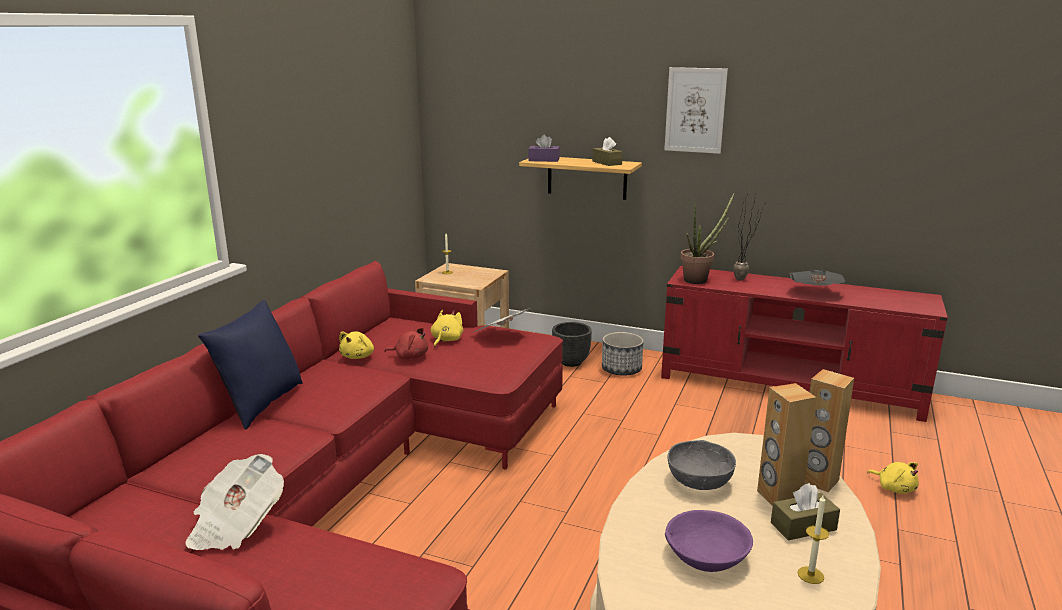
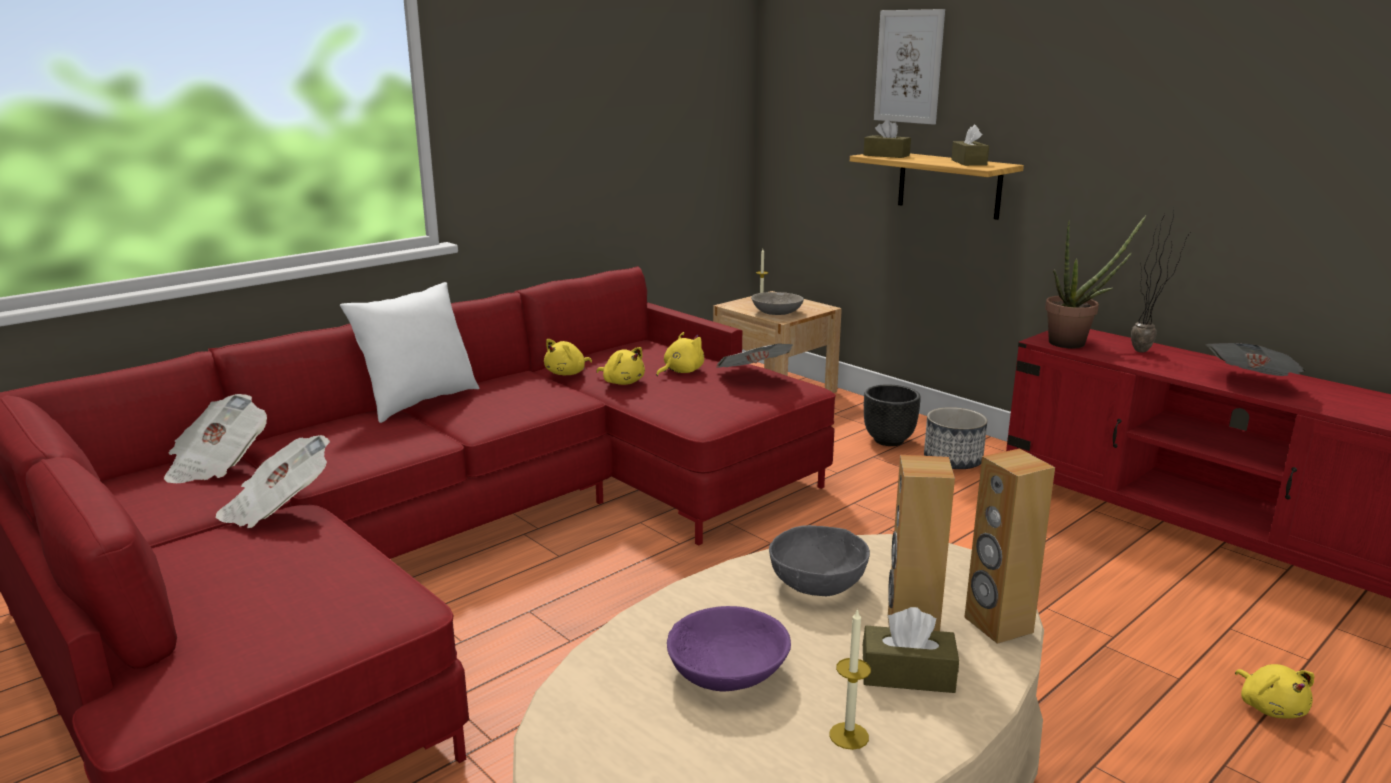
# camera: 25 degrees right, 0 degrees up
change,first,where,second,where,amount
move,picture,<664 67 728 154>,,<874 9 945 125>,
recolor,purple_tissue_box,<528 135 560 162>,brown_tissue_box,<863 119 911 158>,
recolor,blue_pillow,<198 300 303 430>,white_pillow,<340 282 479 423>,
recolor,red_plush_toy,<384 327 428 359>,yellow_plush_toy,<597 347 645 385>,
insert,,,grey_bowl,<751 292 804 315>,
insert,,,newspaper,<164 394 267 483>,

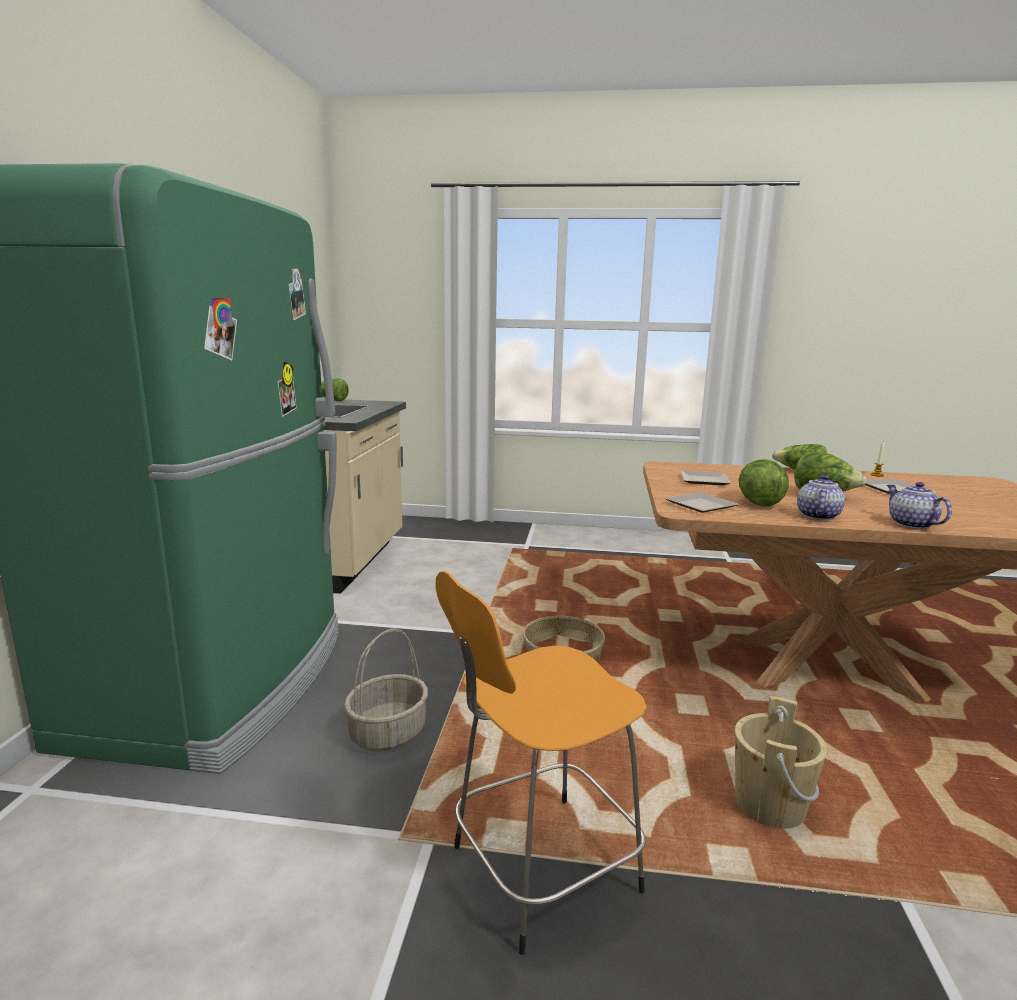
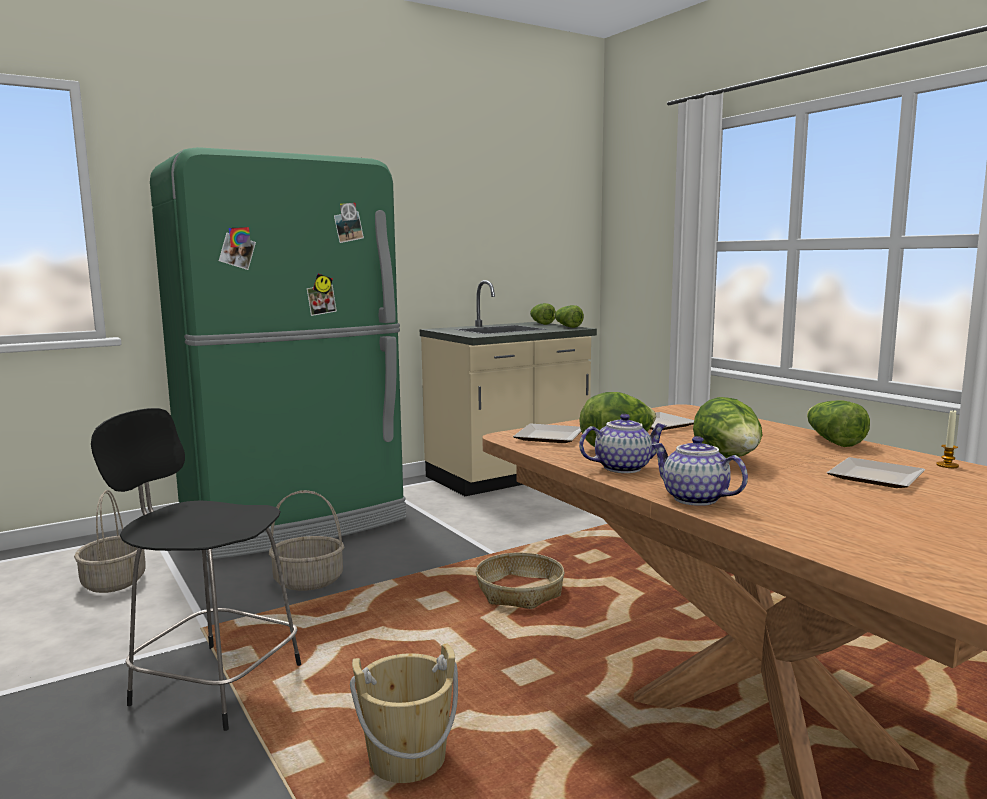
# camera: 50 degrees right, 5 degrees down
change,first,where,second,where,amount
rotate,teapot,<887 482 952 529>,,<651 436 748 506>,75 degrees counterclockwise
recolor,orange_stool,<435 571 647 955>,black_stool,<91 408 301 731>,
insert,,,lettuce,<554 305 584 328>,
insert,,,basket,<74 490 146 593>,

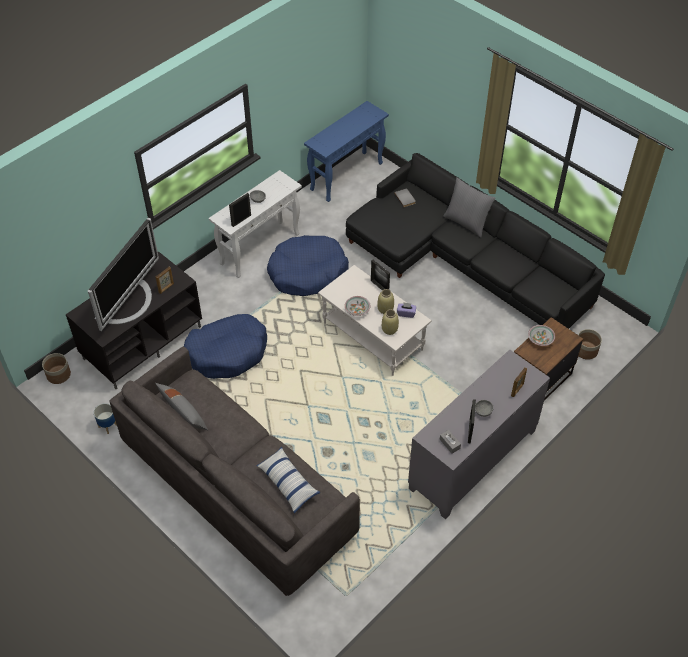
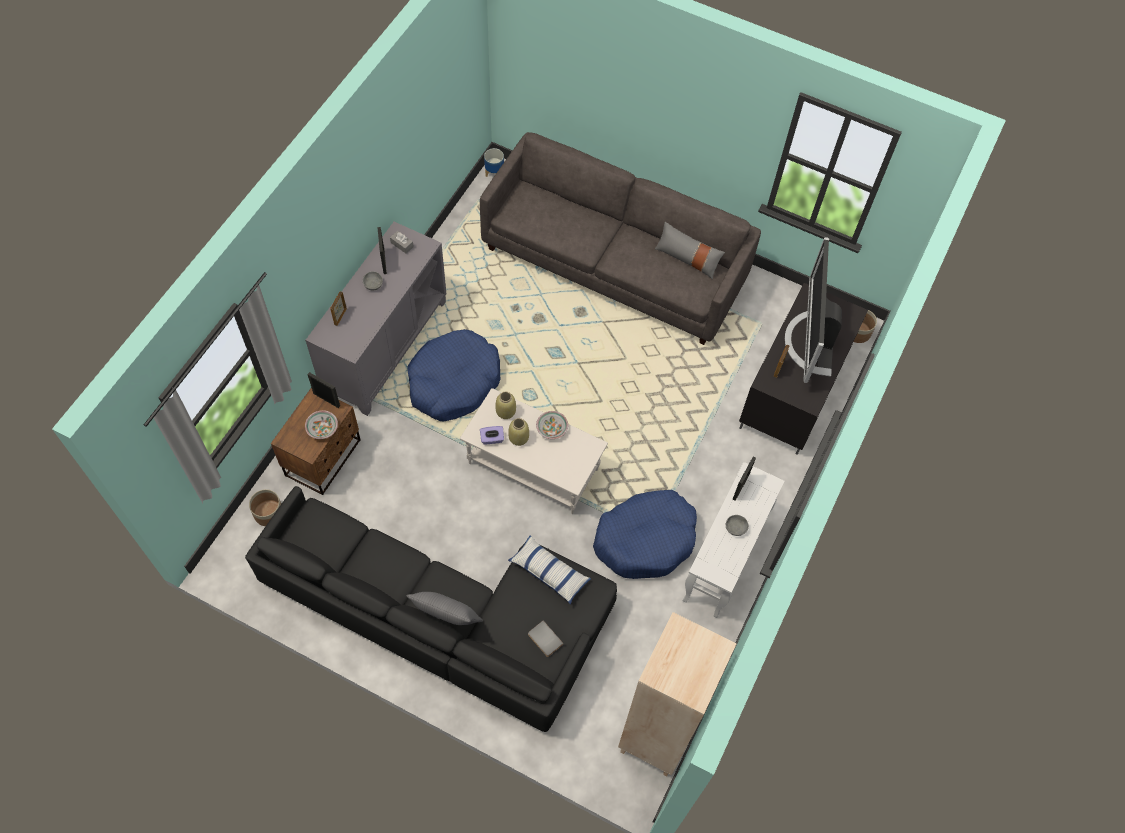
# camera: 160 degrees right, 10 degrees up
change,first,where,second,where,amount
replace,blue_console_table,<304 101 389 202>,beige_bookcase,<618 612 736 777>,
move,picture_frame,<371 260 390 291>,,<307 372 340 408>,
move,blue_dog_bed,<184 314 267 379>,,<407 329 500 421>,
move,planter,<94 403 117 434>,,<484 148 504 177>,
move,pillow,<257 446 320 513>,,<508 536 591 604>,

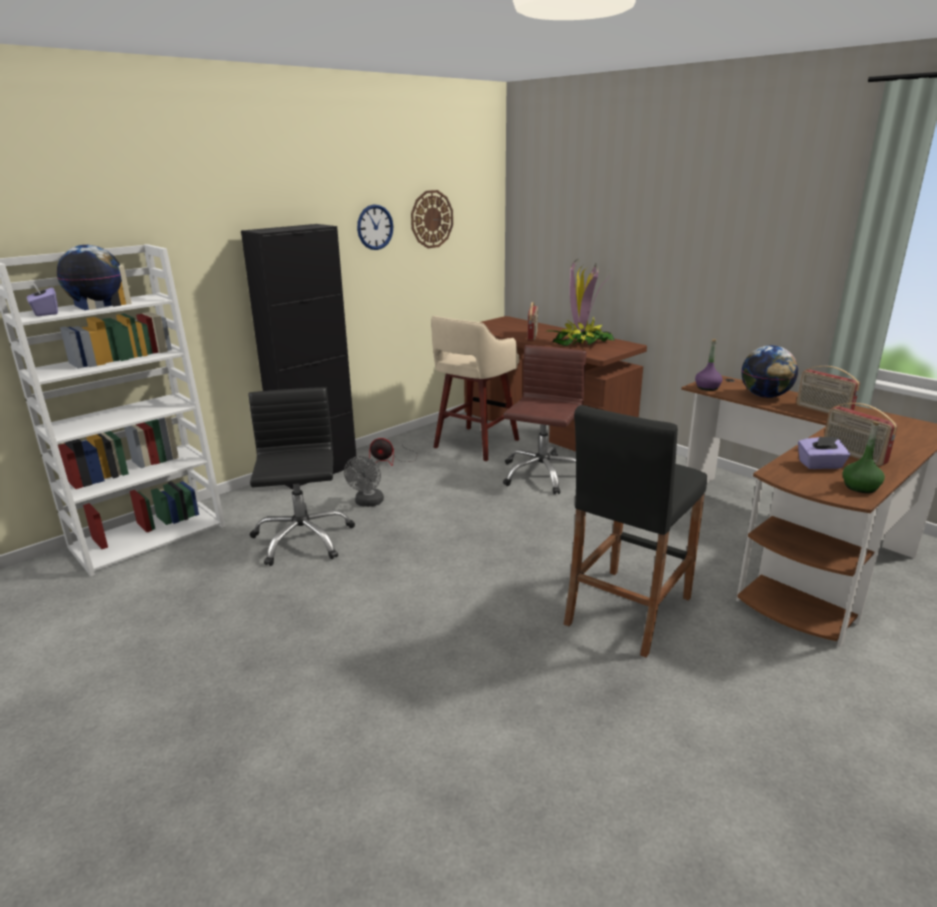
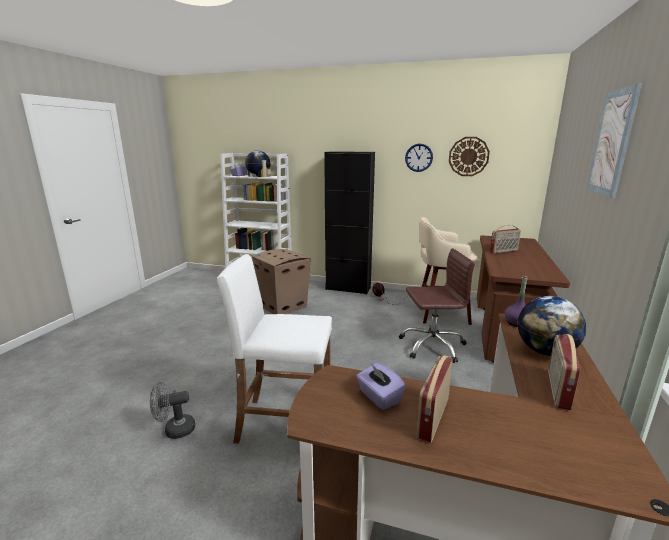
# camera: 60 degrees right, 5 degrees down
change,first,where,second,where,amount
delete,potted_plant,<546 261 615 346>,,,
replace,black_office_chair,<248 387 355 566>,cardboard_box,<252 249 311 314>,
recolor,black_stool,<564 405 707 657>,white_stool,<217 254 332 444>,
delete,green_bottle,<843 421 885 493>,,,
move,grey_fan,<344 456 384 507>,,<150 382 195 439>,
insert,,,picture,<586 83 642 198>,

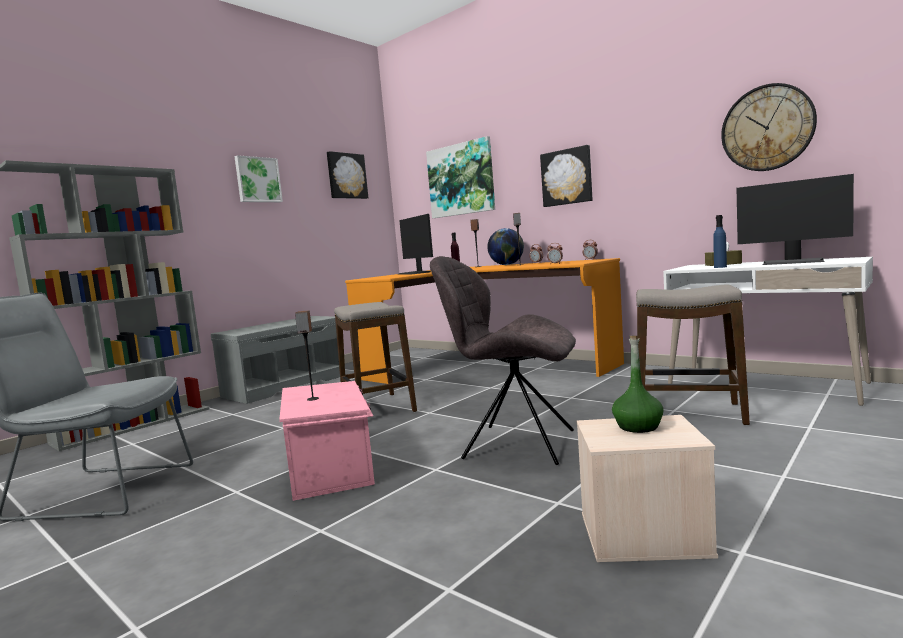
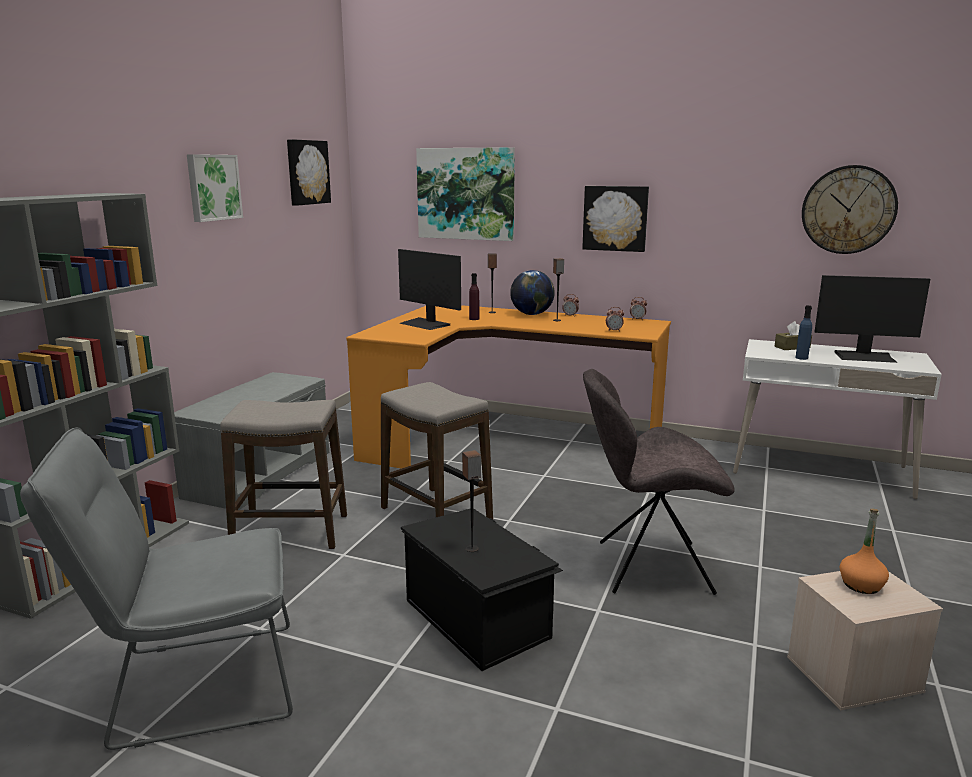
# camera: 20 degrees left, 10 degrees up
change,first,where,second,where,amount
move,stool,<636 284 750 426>,,<220 400 347 549>,
recolor,green_bottle,<612 336 663 433>,orange_bottle,<840 509 889 594>,
recolor,pink_storage_box,<279 381 375 501>,black_storage_box,<401 508 563 671>,

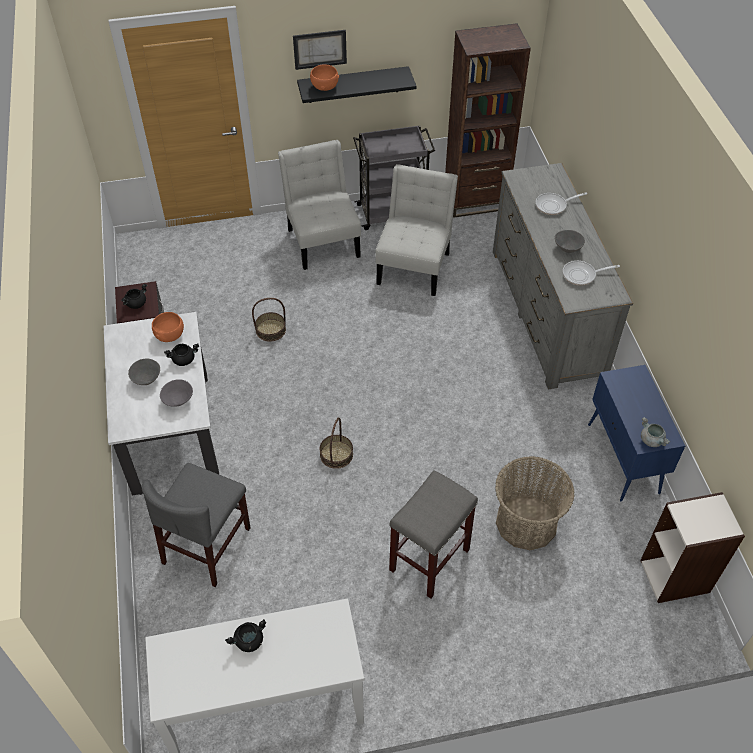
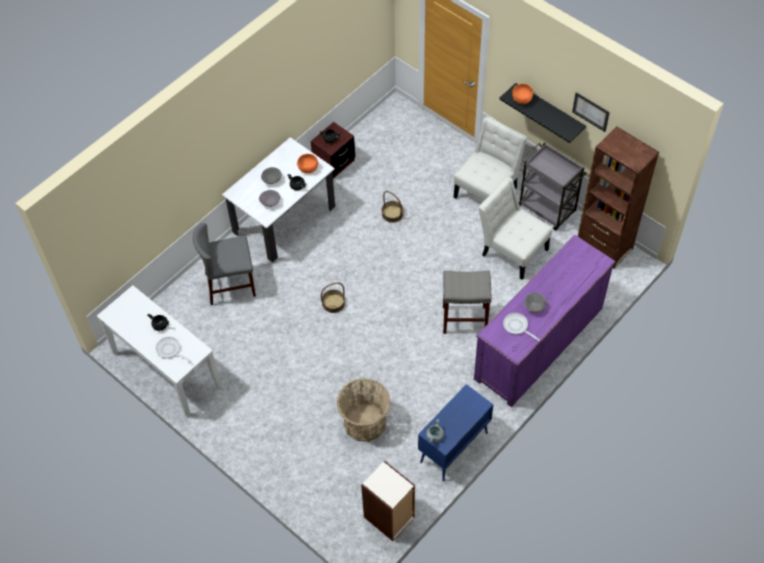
# camera: 55 degrees right, 5 degrees up
change,first,where,second,where,amount
move,picture,<293 30 347 70>,,<572 92 610 132>,
recolor,grey_dresser,<493 163 633 390>,purple_dresser,<474 235 616 407>,
rotate,white_chair,<375 164 458 296>,,<478 177 552 280>,120 degrees counterclockwise
move,frying_pan,<535 192 587 215>,,<156 337 191 362>,
move,grey_stool,<389 470 478 599>,,<443 271 491 334>,

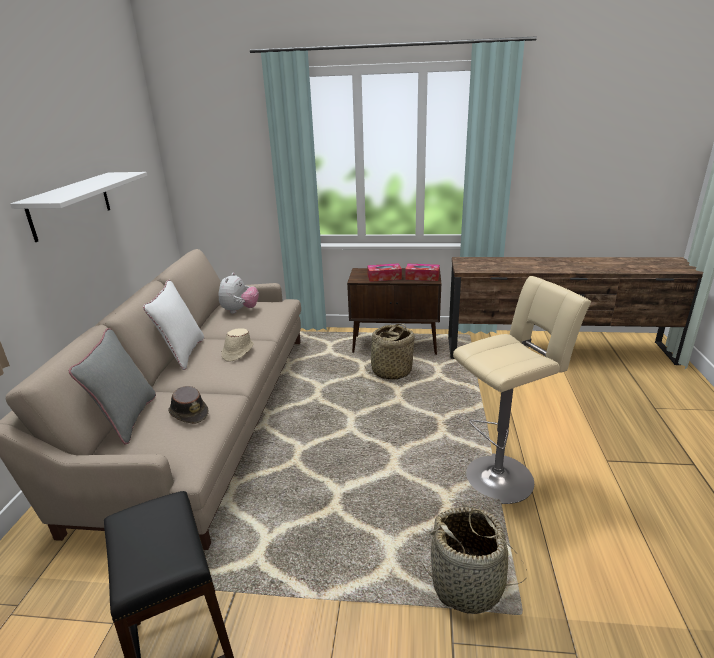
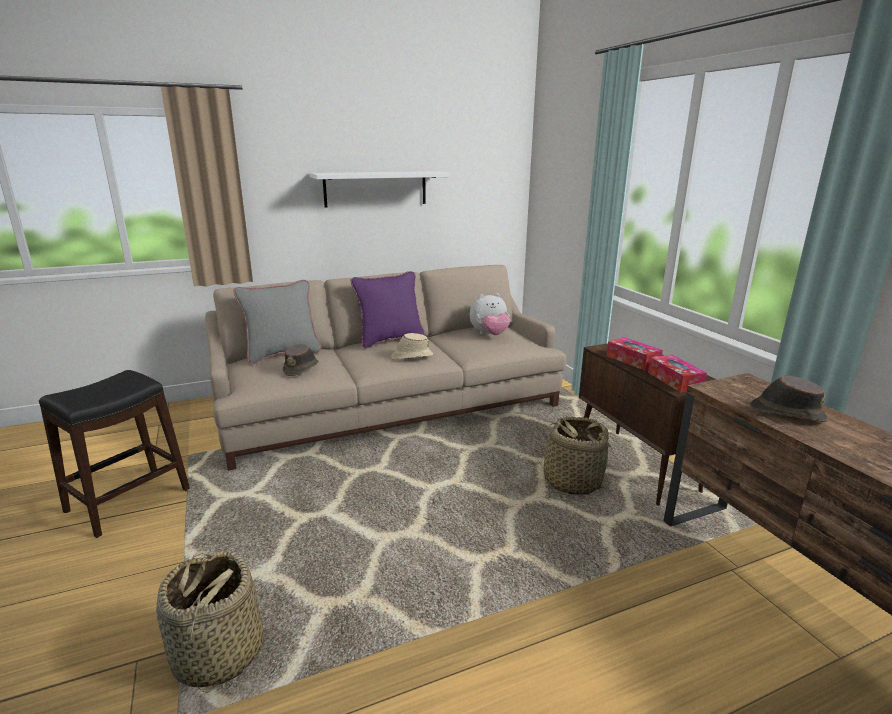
# camera: 60 degrees right, 5 degrees down
change,first,where,second,where,amount
delete,beige_stool,<453 276 591 504>,,,
recolor,white_pillow,<143 280 204 370>,purple_pillow,<351 271 425 349>,
insert,,,brown_hat,<750 376 828 422>,

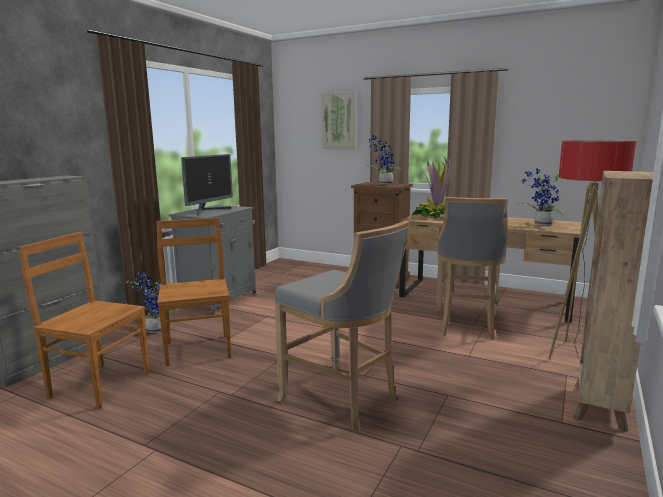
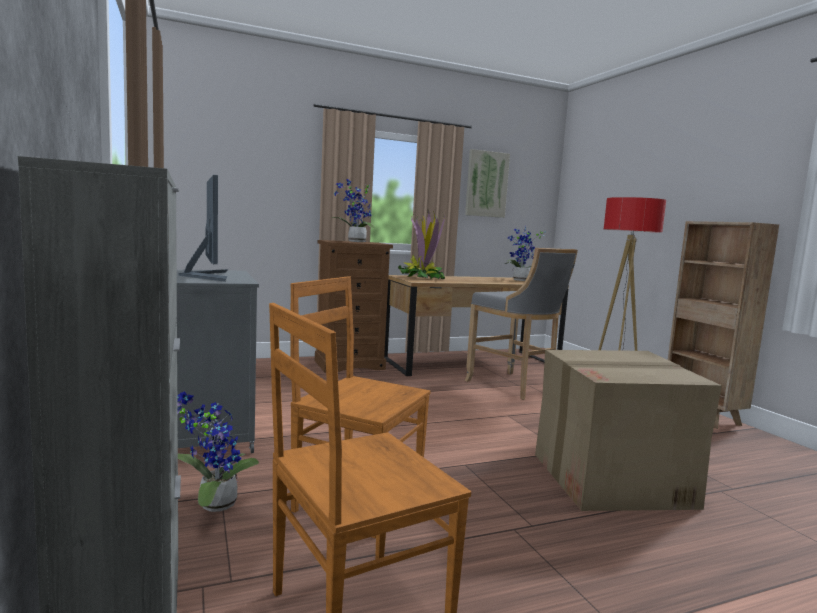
# camera: 50 degrees left, 5 degrees down
change,first,where,second,where,amount
move,picture,<322 92 357 149>,,<465 149 510 218>,
replace,grey_stool,<274 221 410 433>,cardboard_box,<535 350 722 511>,

